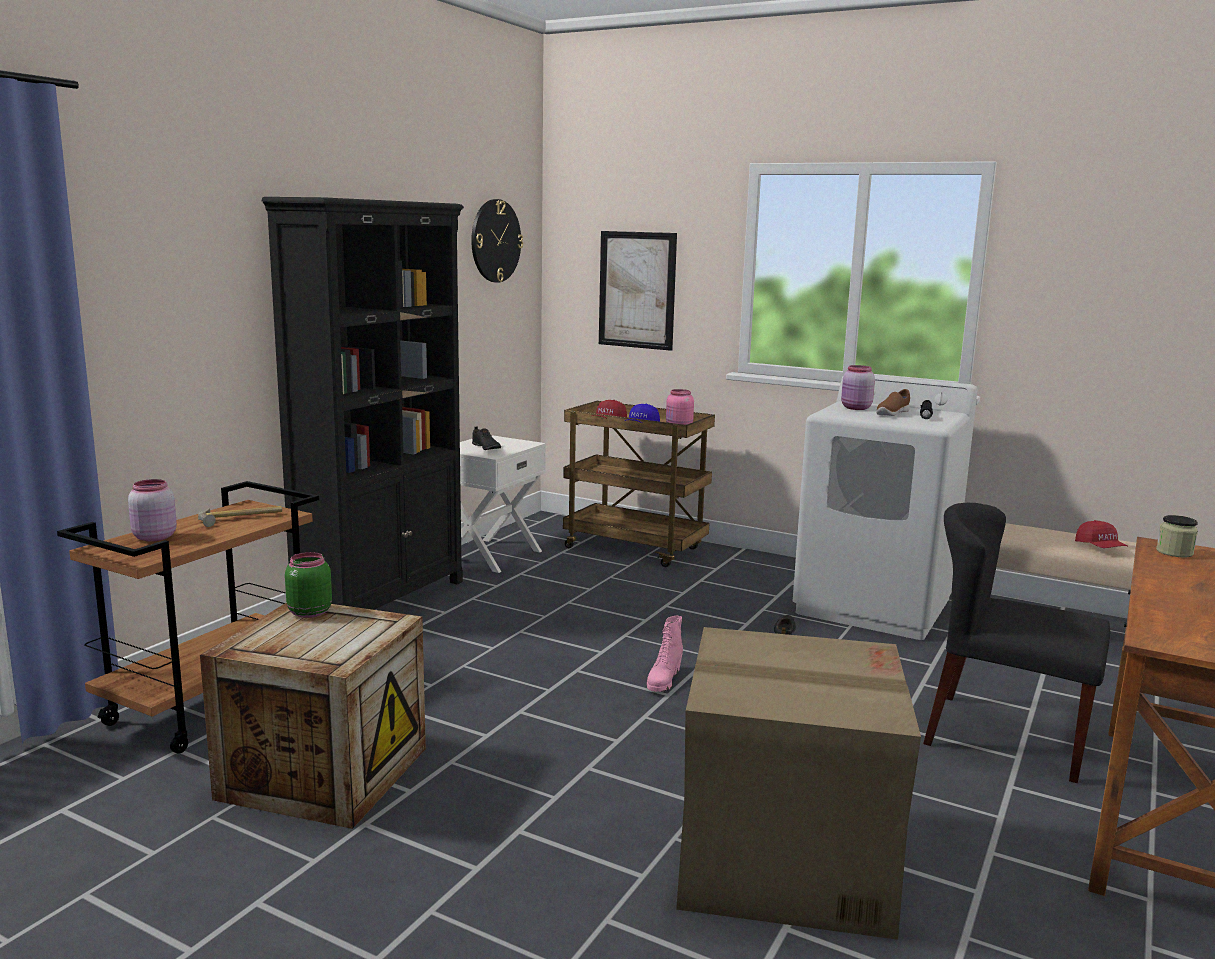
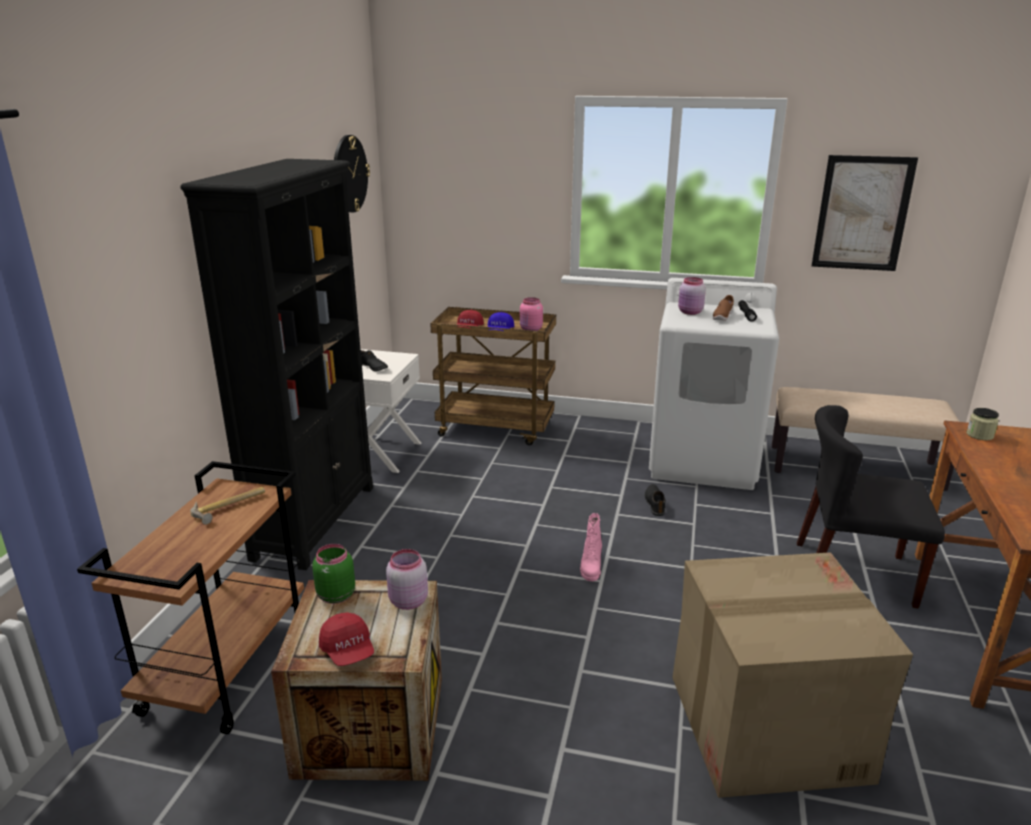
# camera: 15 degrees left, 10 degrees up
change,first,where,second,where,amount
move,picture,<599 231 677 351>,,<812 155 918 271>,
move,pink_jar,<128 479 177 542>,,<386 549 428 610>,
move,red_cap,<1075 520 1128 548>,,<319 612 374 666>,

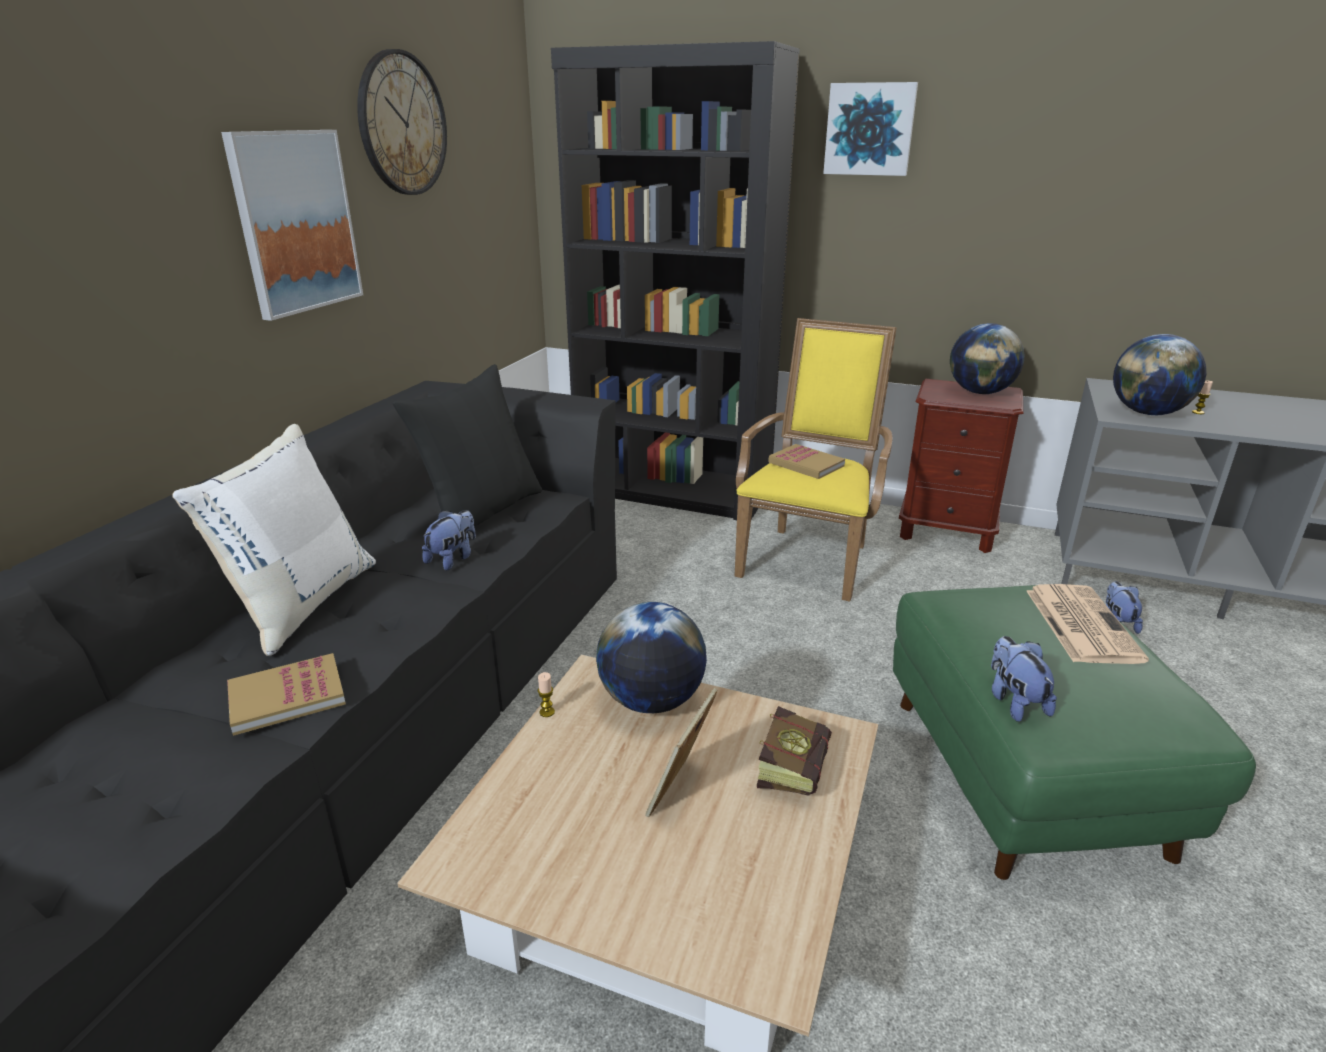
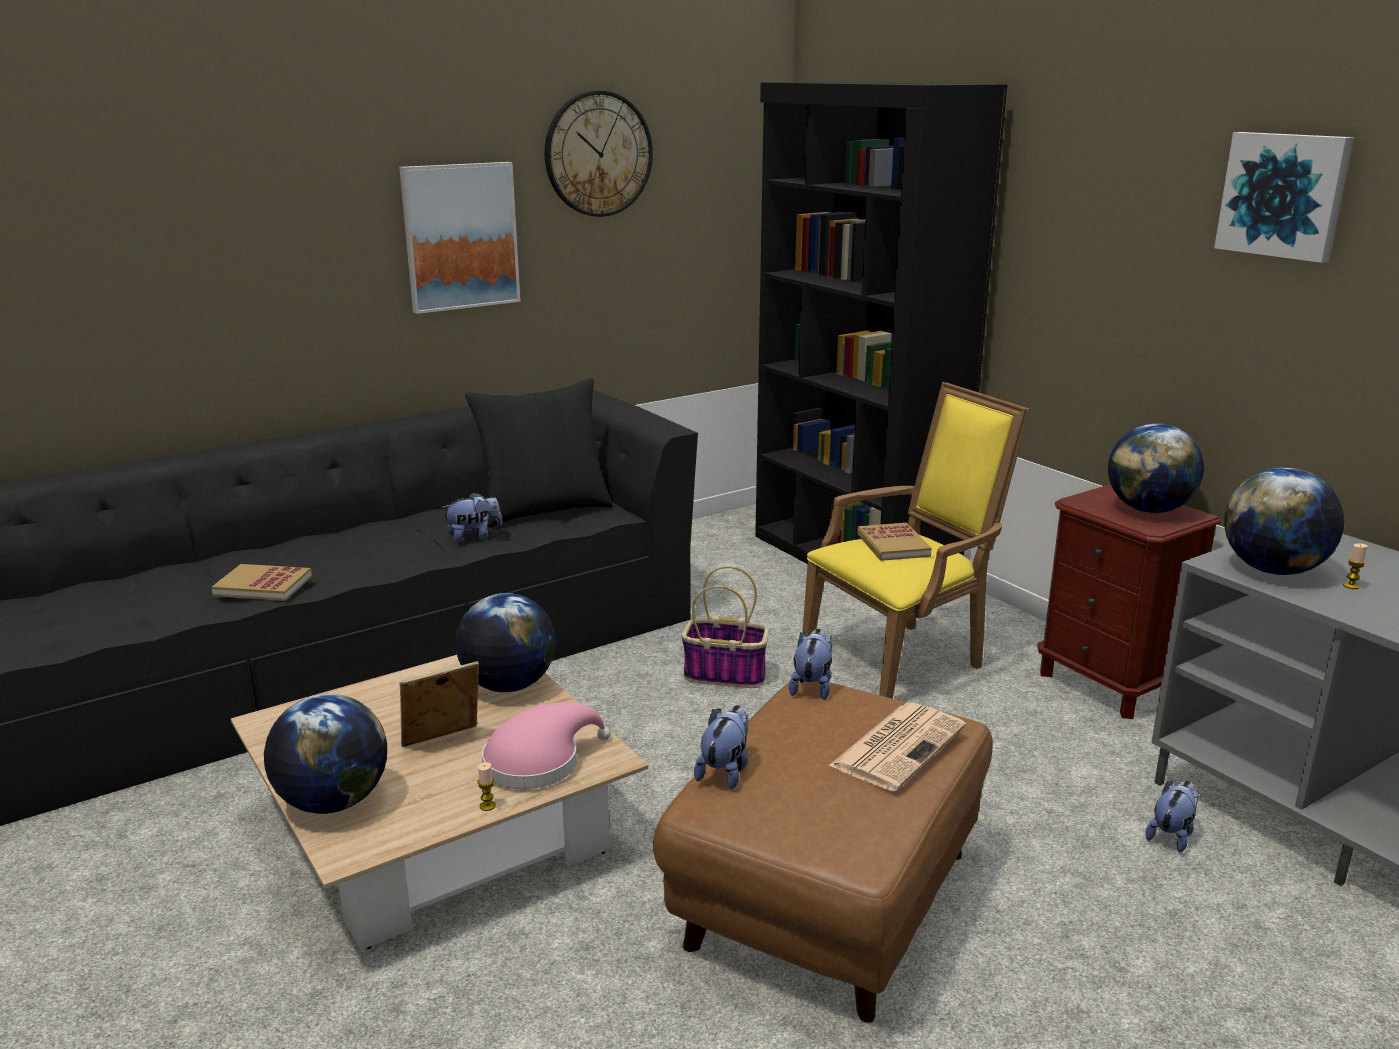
# camera: 35 degrees right, 5 degrees down
change,first,where,second,where,amount
move,picture,<823 82 918 176>,,<1214 132 1354 263>,
delete,white_pillow,<172 424 376 656>,,,
recolor,green_ottoman,<893 585 1256 880>,brown_ottoman,<653 681 993 1023>,
move,candle,<538 672 555 717>,,<478 762 496 811>,
replace,book,<757 706 832 796>,pink_hat,<482 702 611 789>,
insert,,,basket,<682 566 769 688>,
insert,,,plush_toy,<789 629 832 700>,
insert,,,globe,<264 694 387 814>,

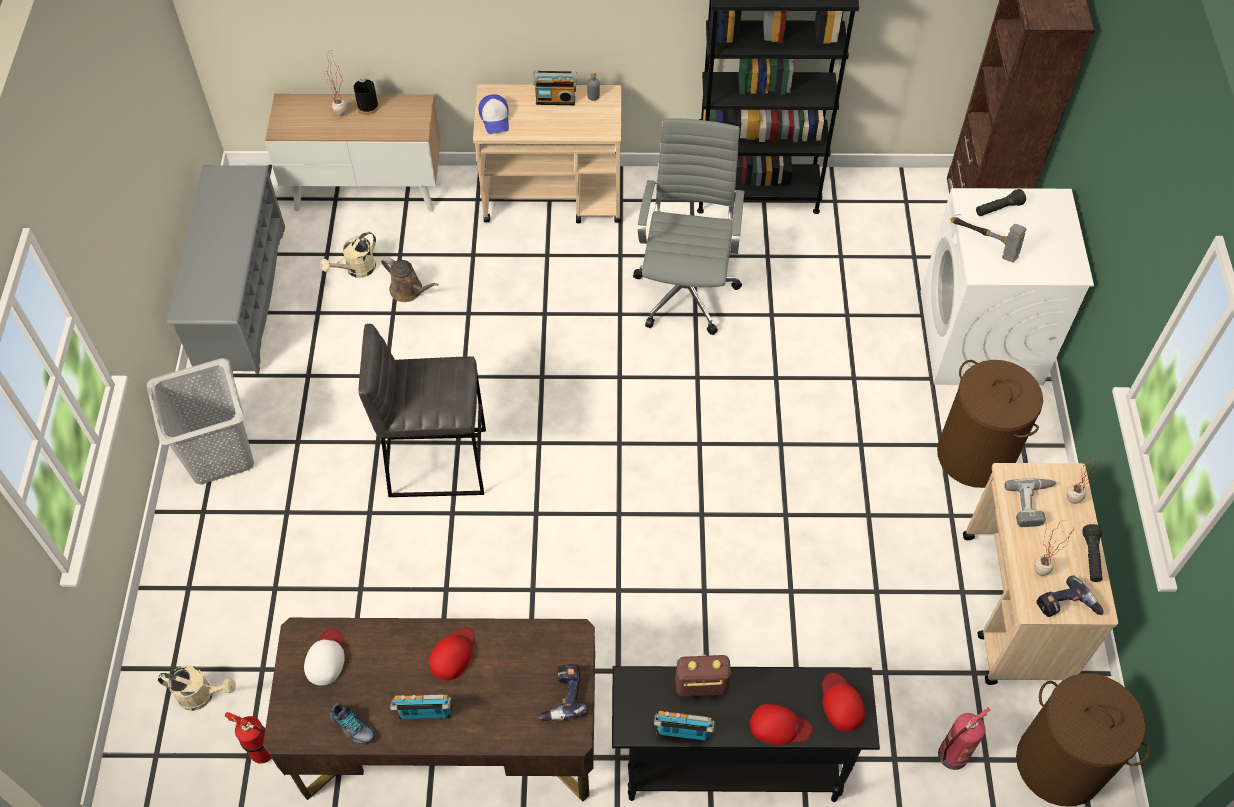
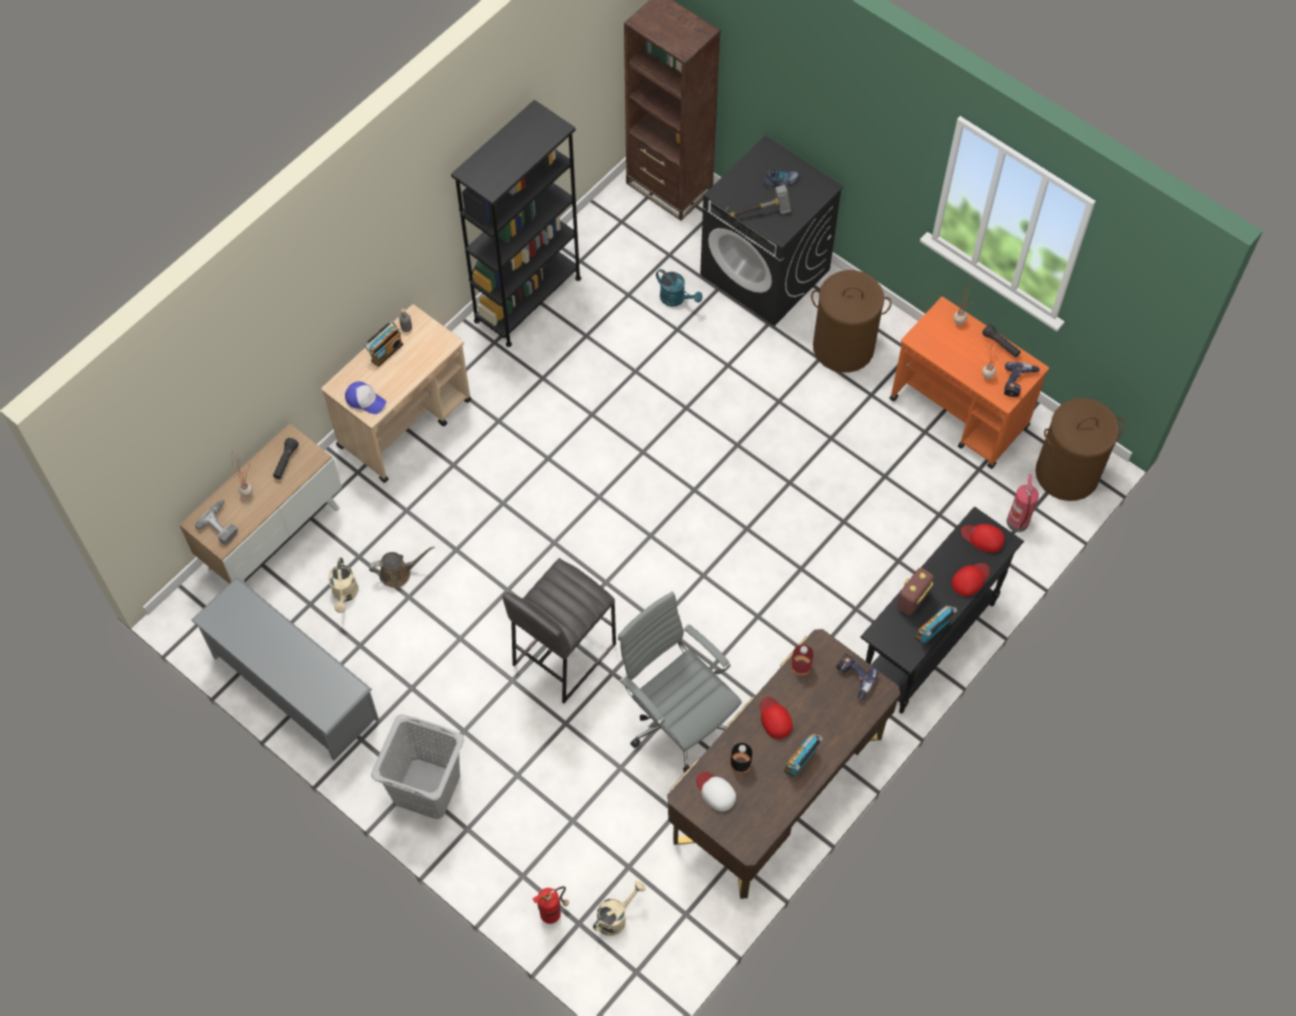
# camera: 50 degrees left, 5 degrees up
change,first,where,second,where,amount
move,black_bottle,<354 75 379 115>,,<730 743 752 774>,
move,grey_office_chair,<633 118 745 335>,,<618 592 742 773>,
recolor,white_washing_machine,<920 188 1094 385>,black_washing_machine,<700 136 843 326>,
move,black_flashlight,<976 189 1026 216>,,<273 438 299 479>,
recolor,beige_cart,<963 463 1118 685>,orange_cart,<889 297 1049 469>,
move,power_drill,<1005 478 1056 527>,,<195 499 238 545>,
move,shoe,<329 703 375 744>,,<764 169 799 187>,
move,fire_extinguisher,<225 712 271 763>,,<533 886 569 924>,
insert,,,turquoise_watering_can,<656 269 703 307>,
insert,,,red_bottle,<791 645 814 676>,

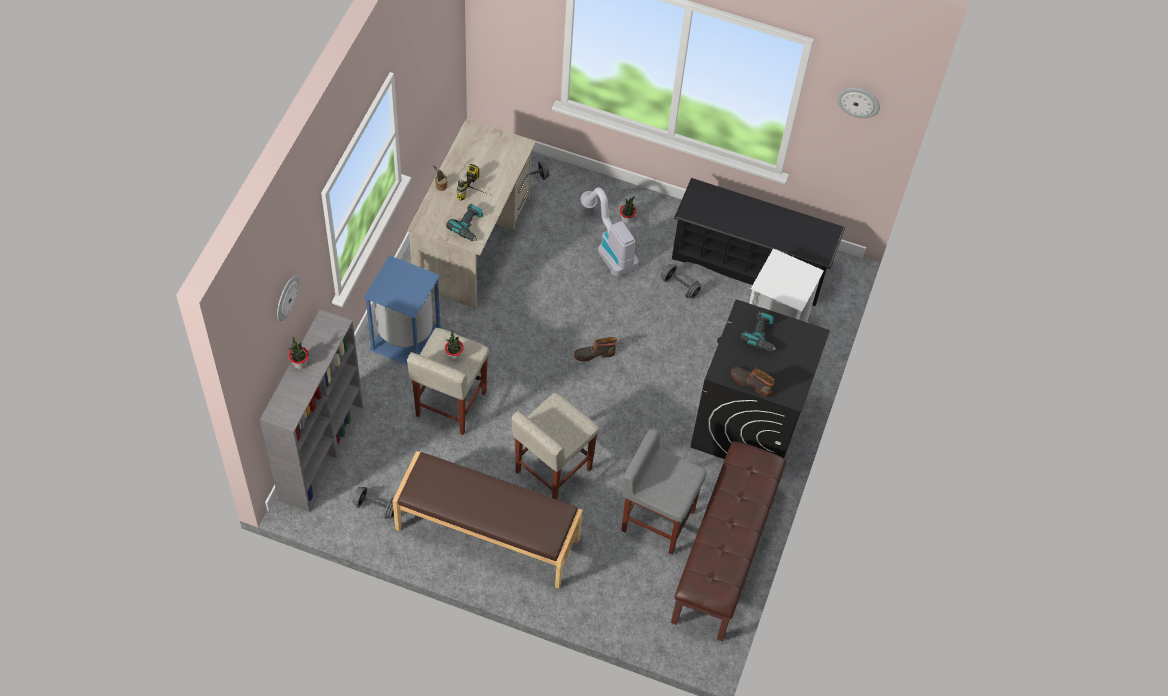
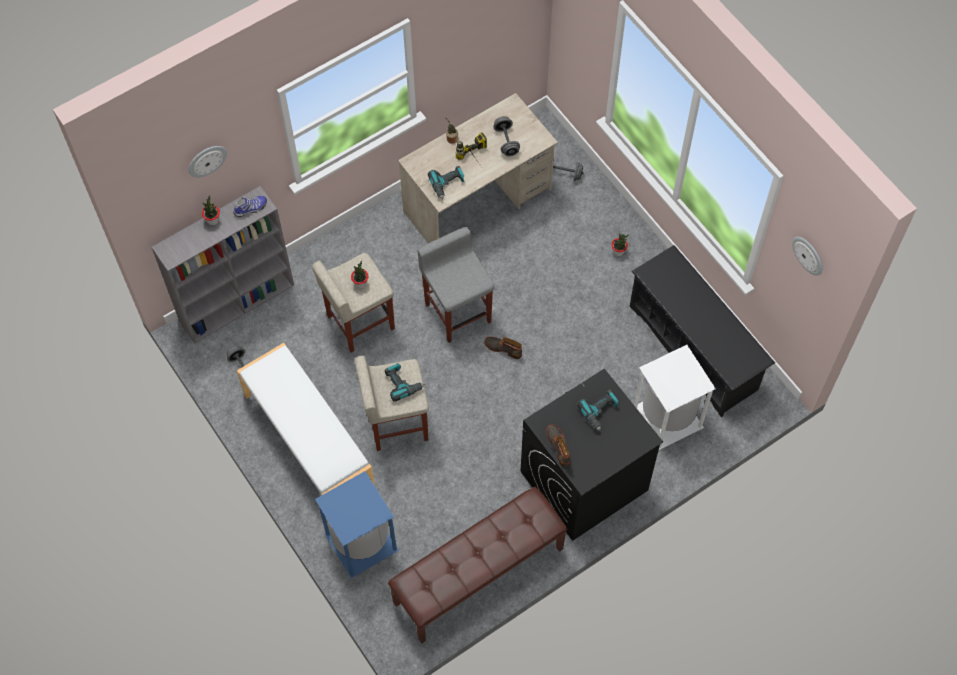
# camera: 40 degrees right, 5 degrees up
change,first,where,second,where,amount
delete,vacuum_cleaner,<580 187 638 277>,,,
move,blue_trash_can,<364 255 442 365>,,<315 471 399 578>,
move,grey_dumbbell,<661 264 701 299>,,<493 116 520 156>,
move,grey_stool,<621 429 707 555>,,<417 227 494 343>,
recolor,brown_bench,<393 451 583 589>,white_bench,<237 343 375 495>,
insert,,,shoe,<233 196 267 217>,
insert,,,power_drill,<385 363 425 402>,

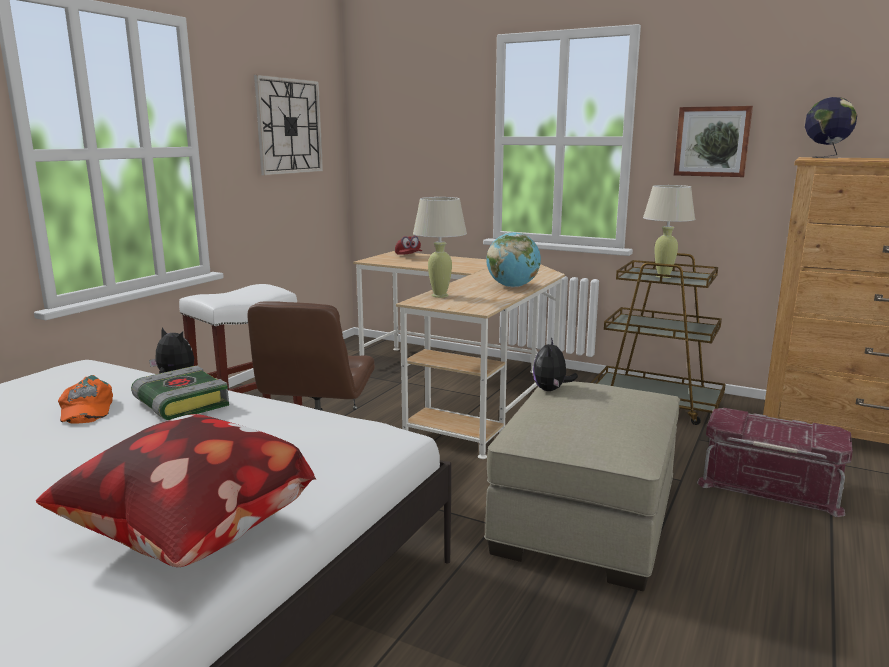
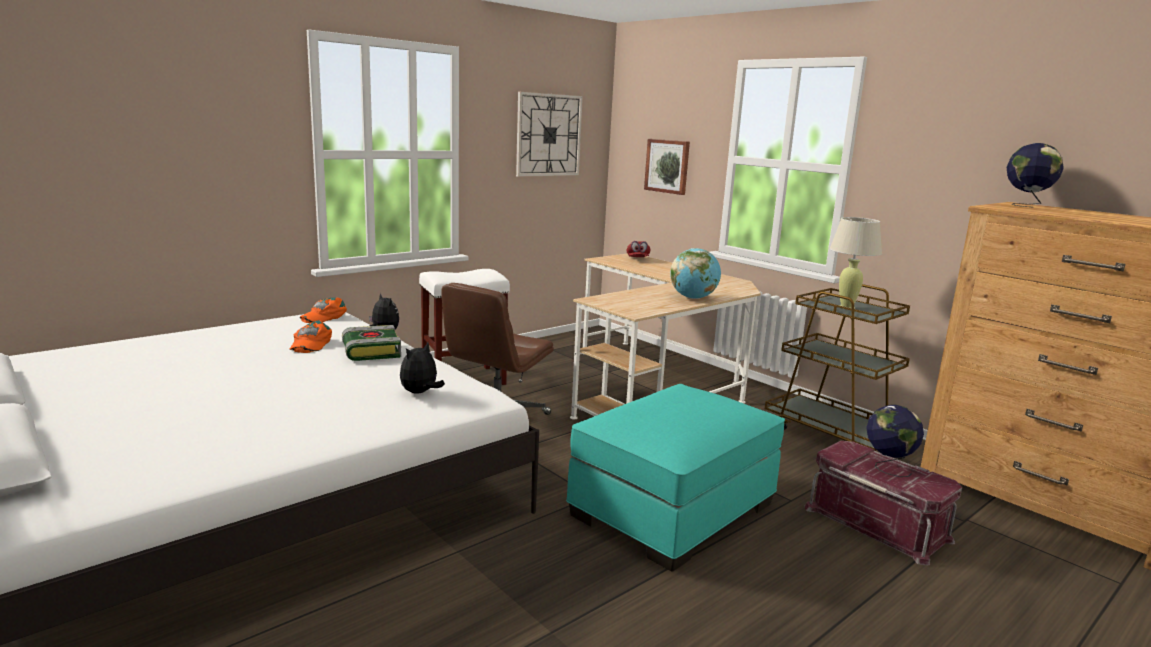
# camera: 20 degrees right, 0 degrees up
change,first,where,second,where,amount
move,picture,<674 106 753 177>,,<644 139 690 195>,
delete,beige_table_lamp,<413 197 467 298>,,,
move,plush_toy,<533 338 578 391>,,<400 342 445 394>,
recolor,beige_ottoman,<484 381 680 591>,turquoise_ottoman,<566 384 785 571>,
delete,pillow,<36 414 316 567>,,,
insert,,,orange_cap,<300 298 347 323>,
insert,,,globe,<866 405 924 477>,

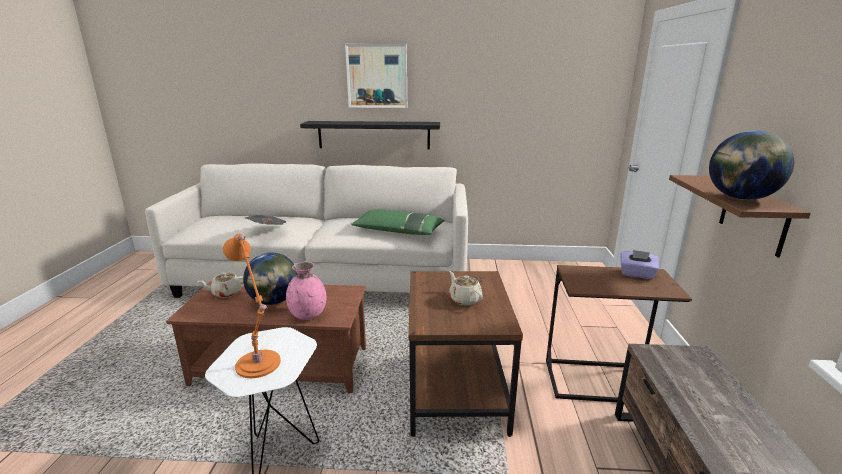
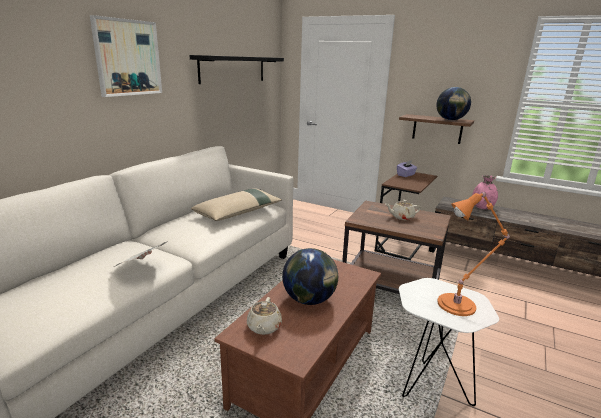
# camera: 65 degrees left, 0 degrees up
change,first,where,second,where,amount
move,black_shelf,<300 121 440 150>,,<190 55 284 84>,
recolor,green_pillow,<351 210 444 235>,beige_pillow,<191 188 281 221>,
move,pink_vase,<286 262 326 320>,,<472 175 498 209>,

